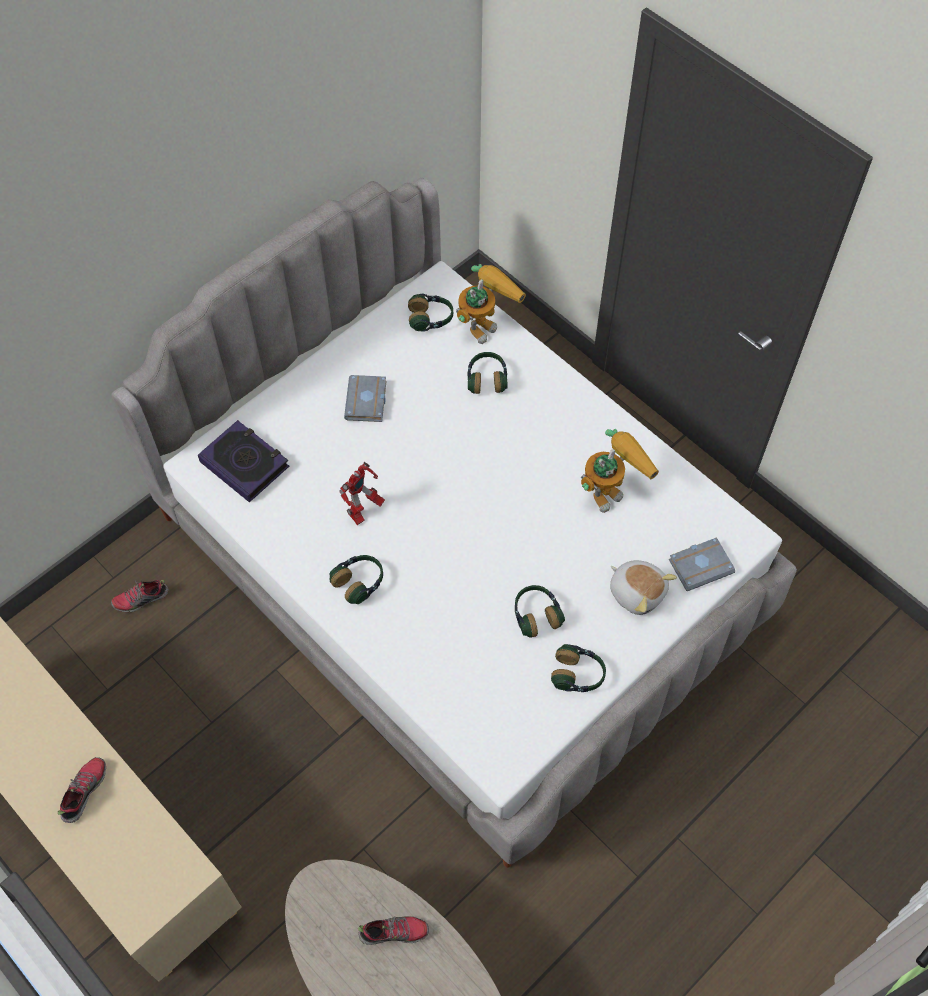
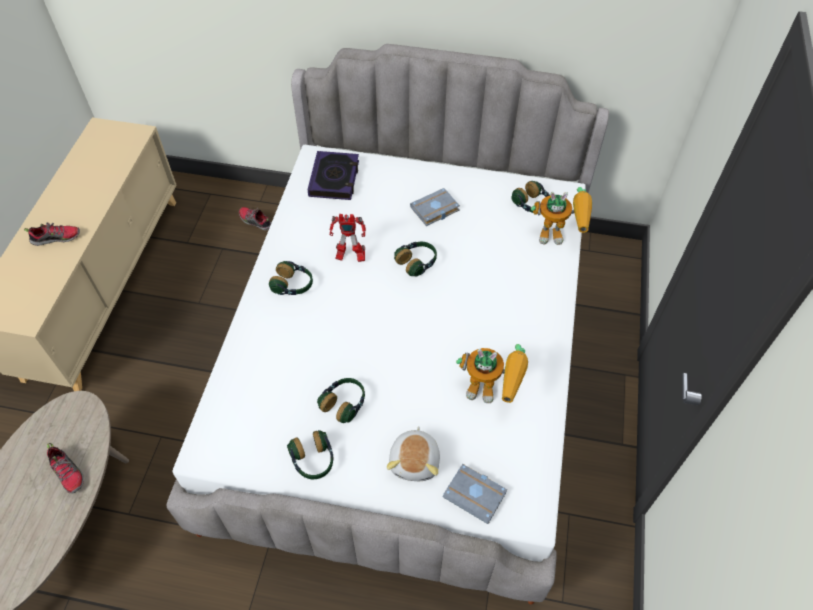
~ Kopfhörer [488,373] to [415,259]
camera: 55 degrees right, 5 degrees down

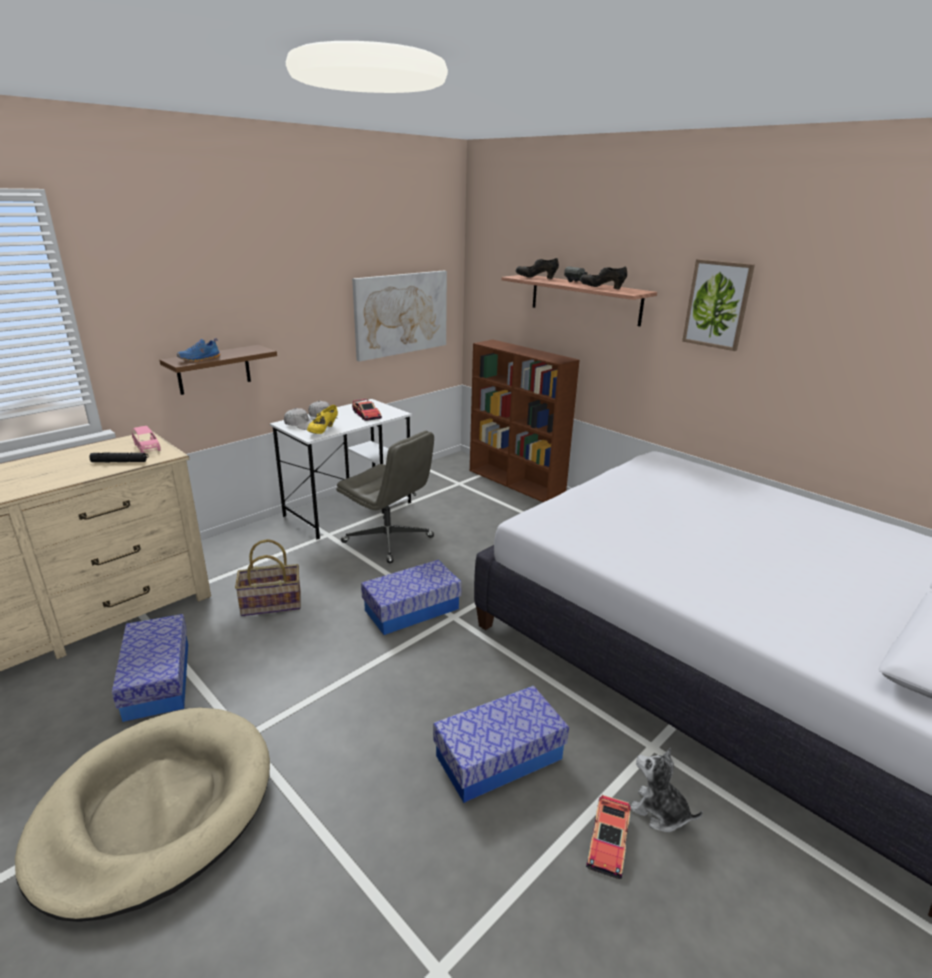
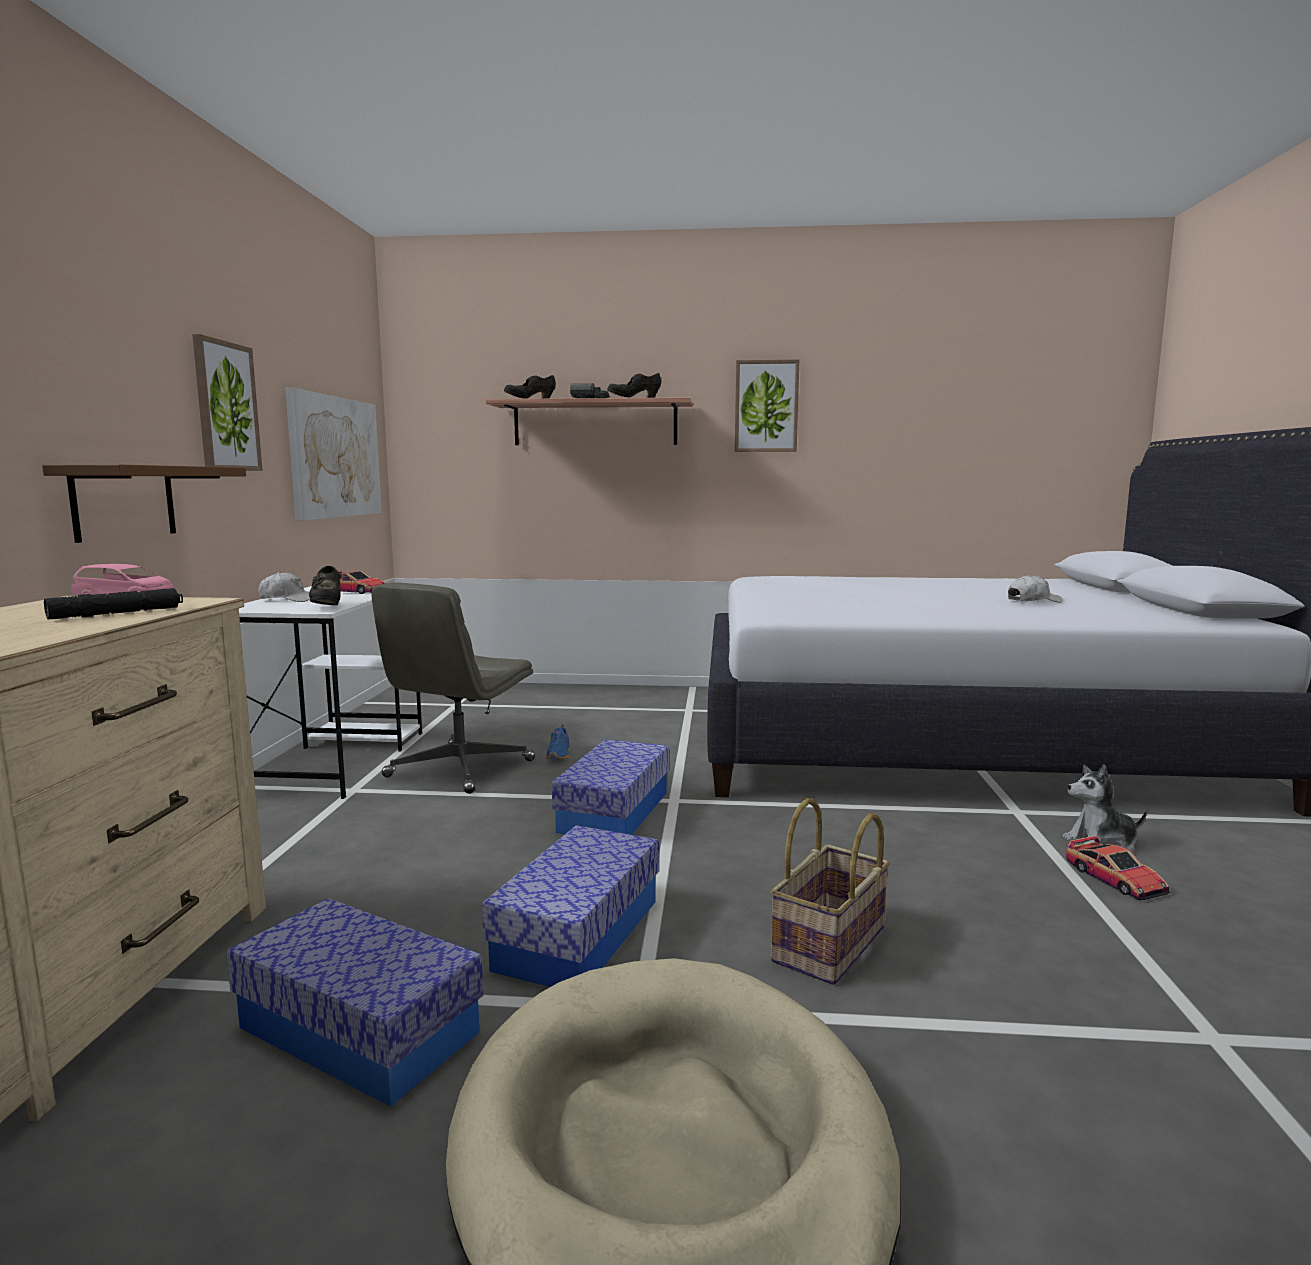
+ Bild [227,402]
~ Schuh/gelb [322,419] to Schuh/schwarz [324,585]
~ Bürostuhl/grau [385,497] = [453,688] 120 degrees clockwise
~ Aufbewahrungsbox [501,744] to [570,906]
~ Schuh/blau [198,350] to [558,741]
~ Korb [268,577] to [830,891]
~ Kappe/weiß [298,419] to [1035,589]
- Bücherregal/braun [525,420]
camera: 40 degrees left, 15 degrees down

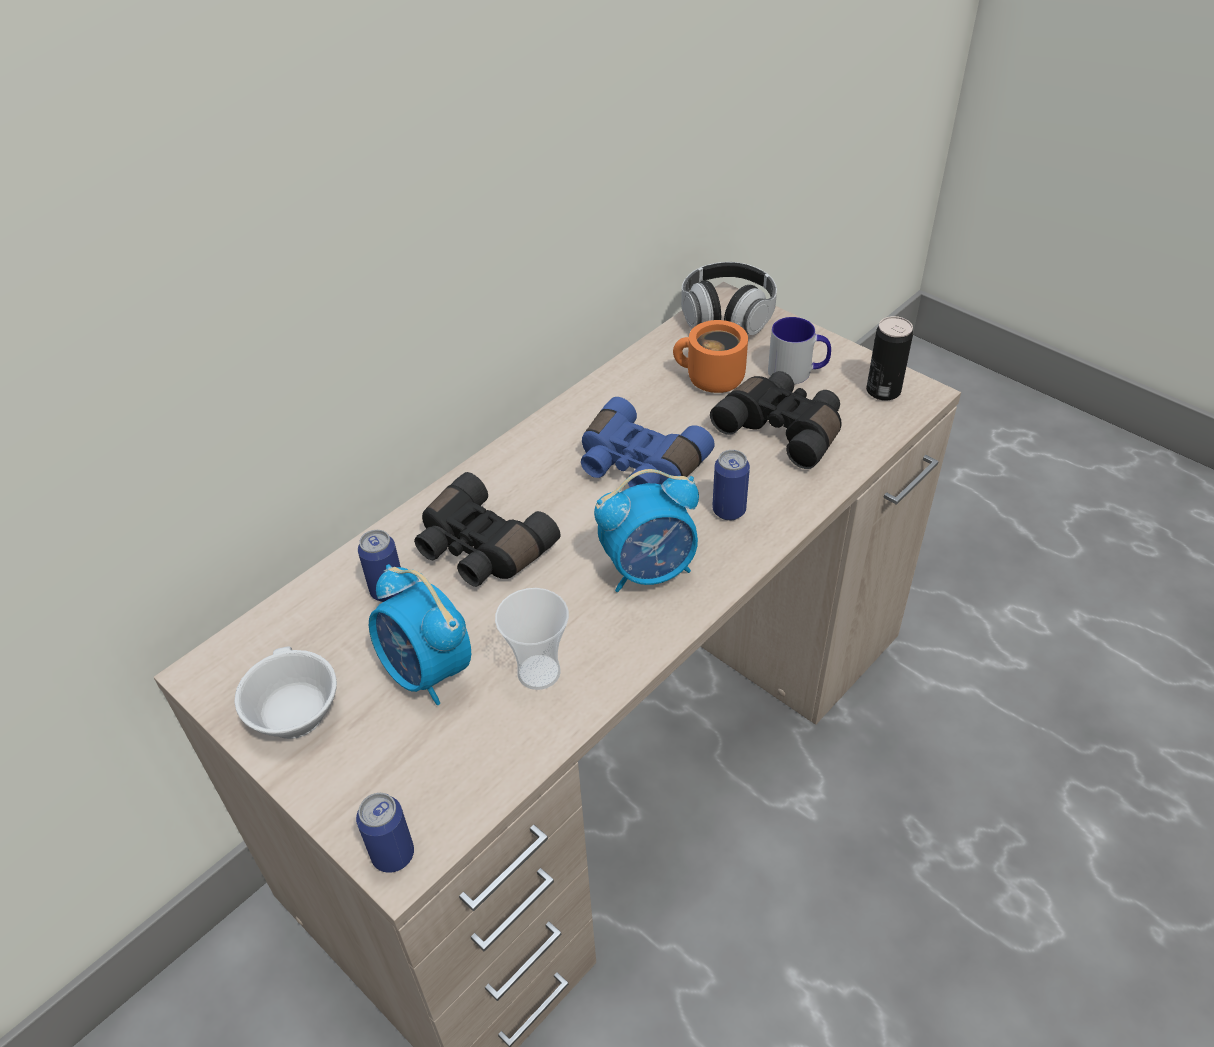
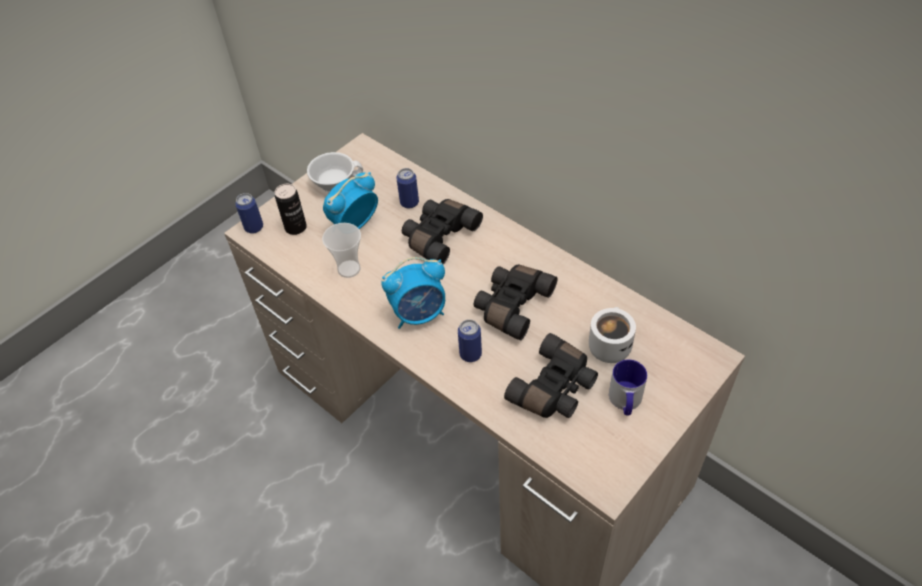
~ Dose [889,358] to [291,209]
~ Wecker [646,530] = [413,293] 90 degrees counterclockwise
~ Fernglas/blau [648,442] to Fernglas/schwarz [515,302]
~ Henkelbecher/orange [710,356] to Henkelbecher/weiß [612,335]
- Kopfhörer [729,298]
camera: 90 degrees right, 5 degrees up

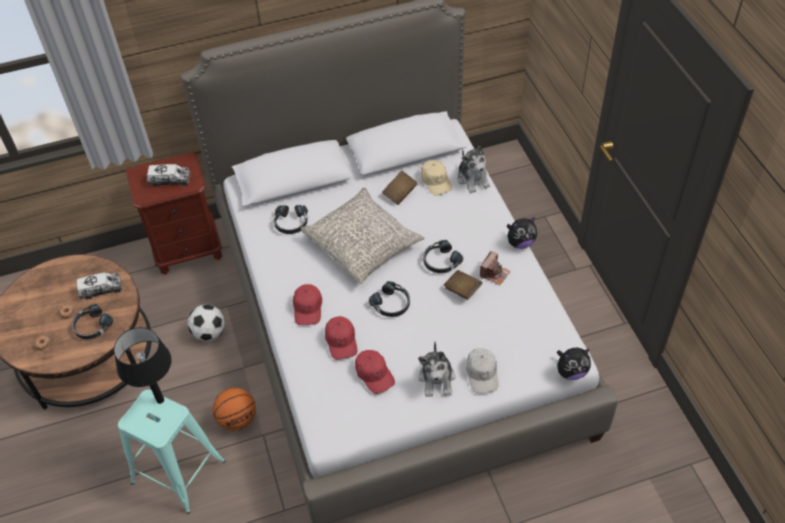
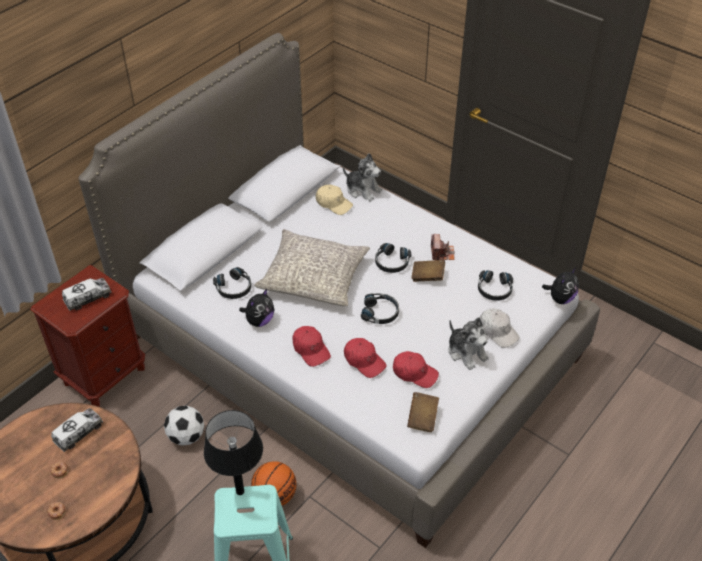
~ Plüschtier [521,233] to [257,308]
~ Buch/braun [399,188] to [423,412]
~ Kopfhörer/schwarz [93,321] to [495,285]
camera: 35 degrees left, 5 degrees down

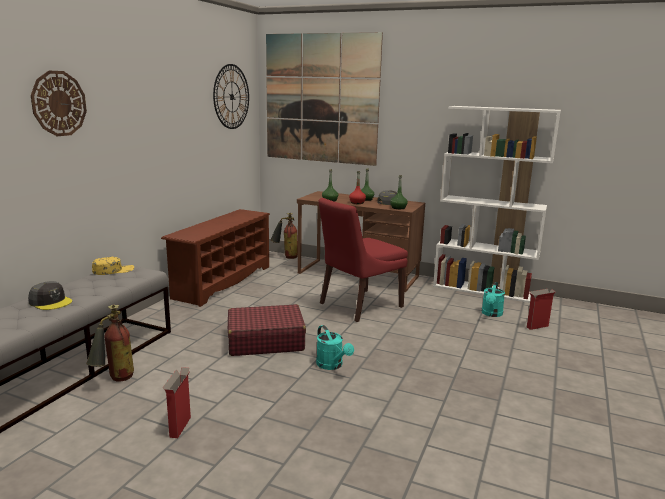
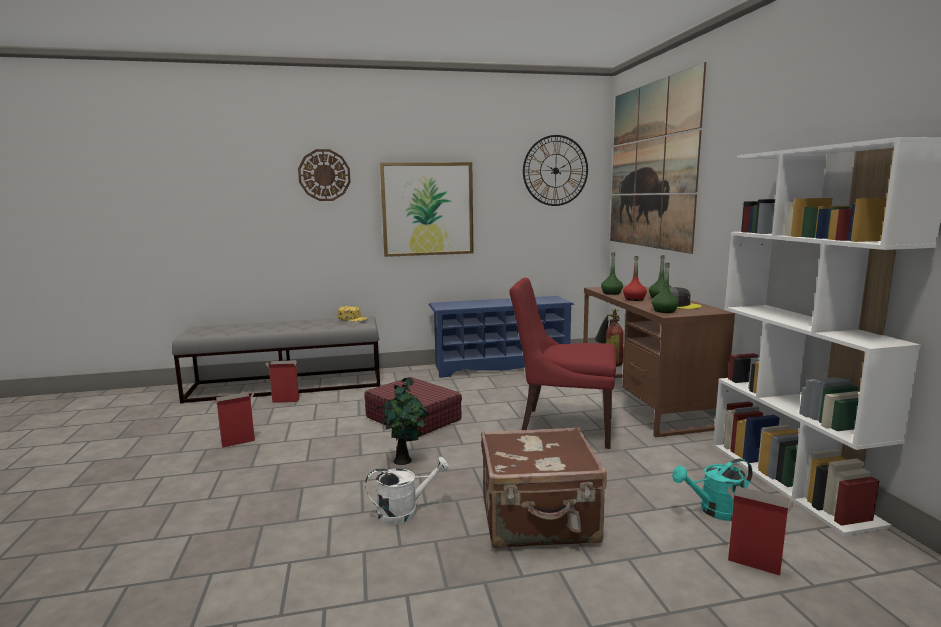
~ Feuerlöscher [110,343] to Karton [282,381]
+ Gießkanne/weiß [407,491]
~ Gießkanne/türkis [335,347] to Topfpflanze [404,421]
+ Bild [427,209]
~ Schuhregal/braun [215,258] to Schuhregal/blau [502,337]
+ Koffer/braun [544,488]
- Kappe/grau [50,295]
camera: 55 degrees right, 5 degrees down

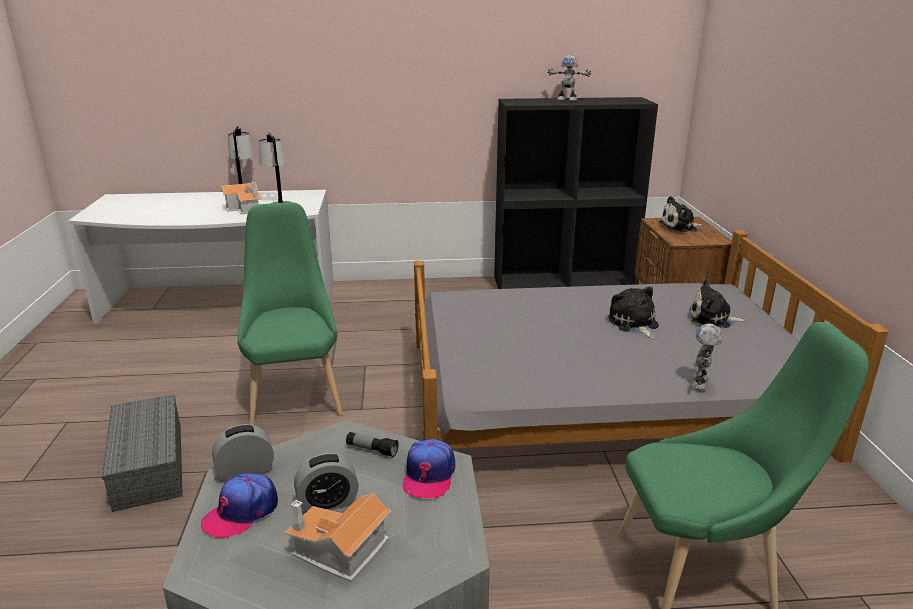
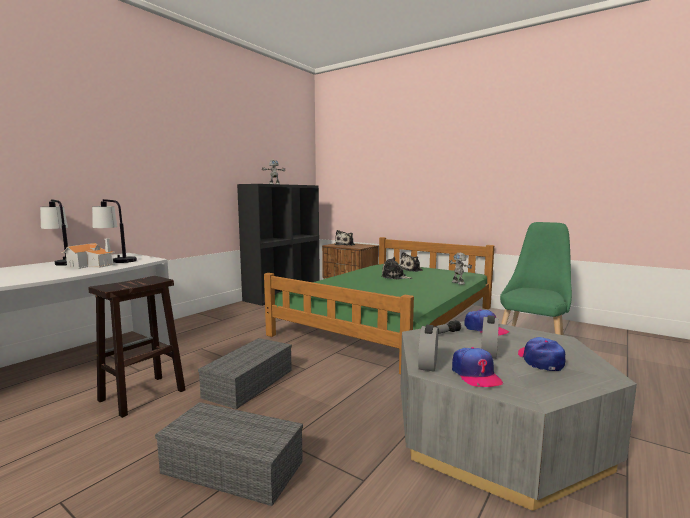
+ Hocker/braun [137,347]
~ Stuhl/grün [290,313] to Aufbewahrungsbox/grau [245,373]
~ Bett/grau [651,346] to Bett/grün [379,306]
~ Spielzeughaus [338,537] to Kappe [541,354]
camera: 50 degrees left, 15 degrees down

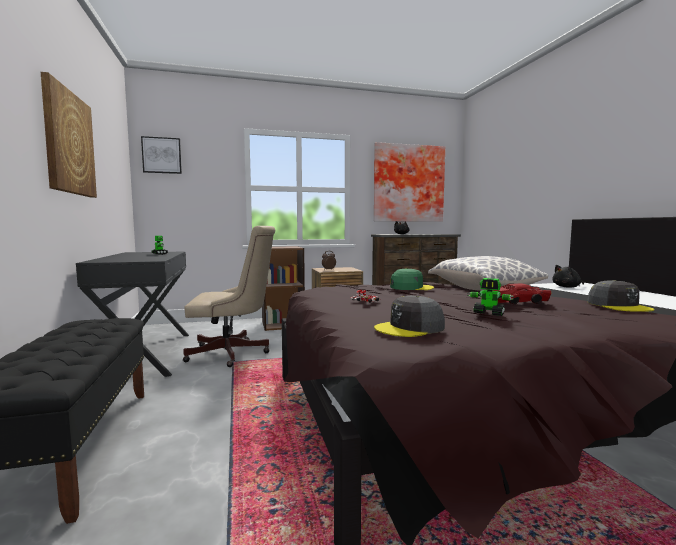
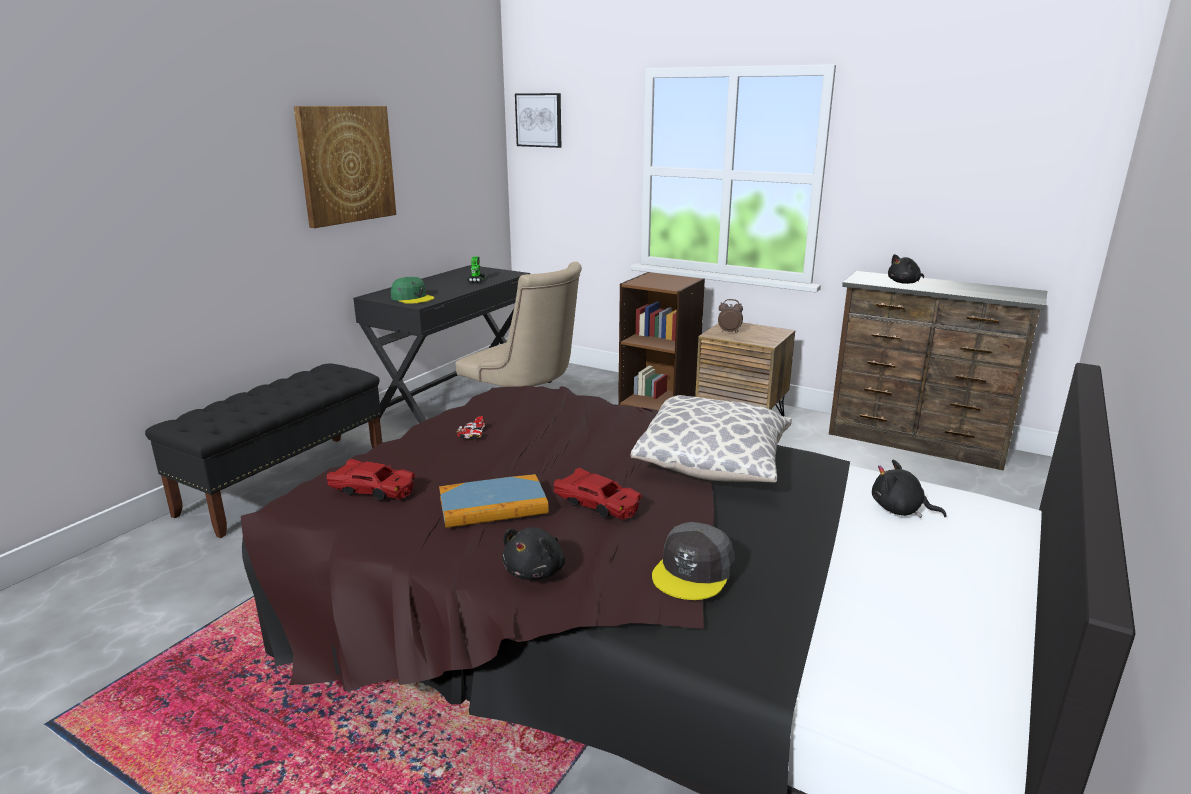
~ Kappe/grau [409,316] to Spielzeugauto/rot [371,479]
~ Kappe/grün [412,279] to [412,290]
~ Spielzeugroboter [490,297] to Buch [494,501]
+ Plüschtier/schwarz [533,553]
- Bild [409,182]
camera: 45 degrees right, 15 degrees up

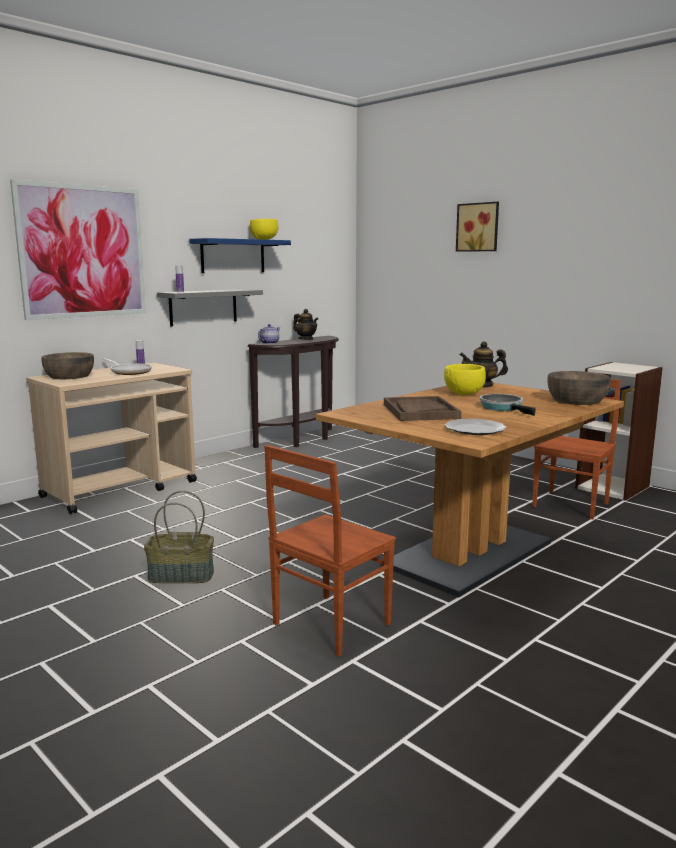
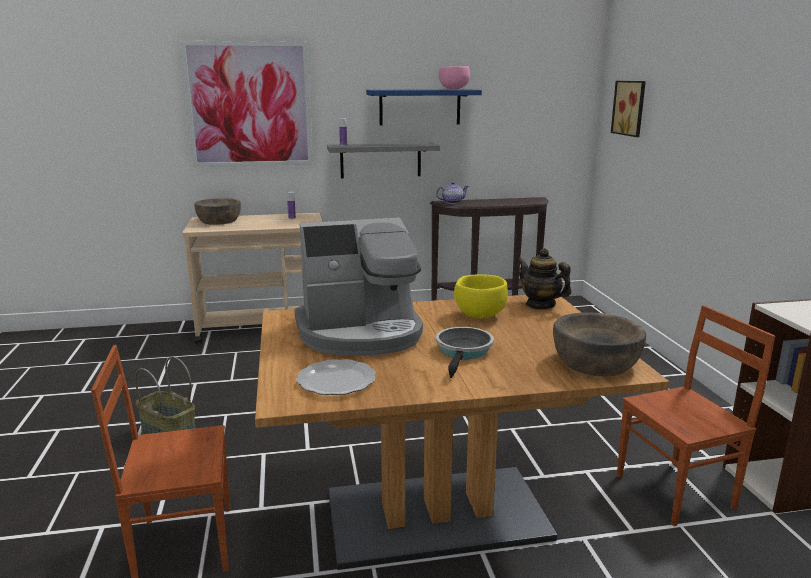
~ Tablett/braun [422,408] to Kaffeemaschine [358,287]
~ Schüssel/gelb [264,229] to Schüssel/rosa [454,77]
~ Bild [477,227] to [628,109]
- Pfanne [127,366]
- Teekanne [305,324]
camera: 35 degrees right, 5 degrees up

